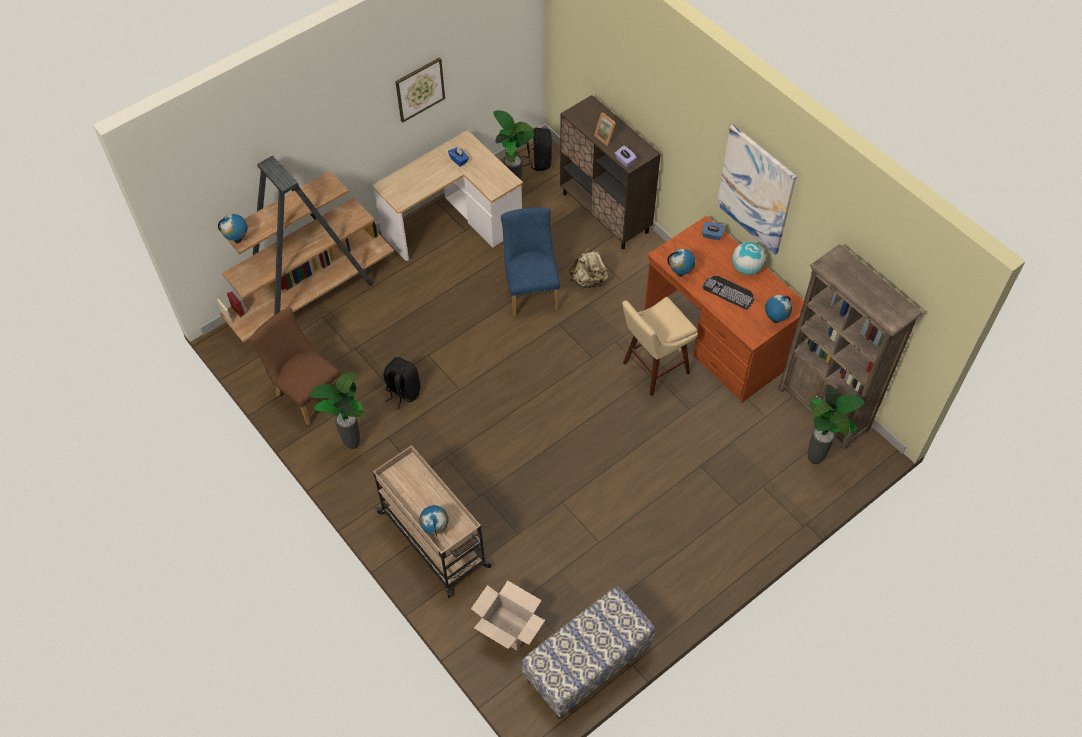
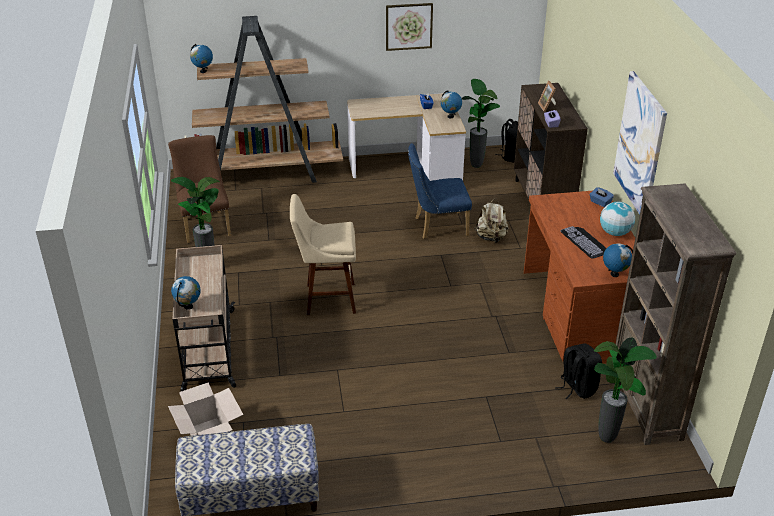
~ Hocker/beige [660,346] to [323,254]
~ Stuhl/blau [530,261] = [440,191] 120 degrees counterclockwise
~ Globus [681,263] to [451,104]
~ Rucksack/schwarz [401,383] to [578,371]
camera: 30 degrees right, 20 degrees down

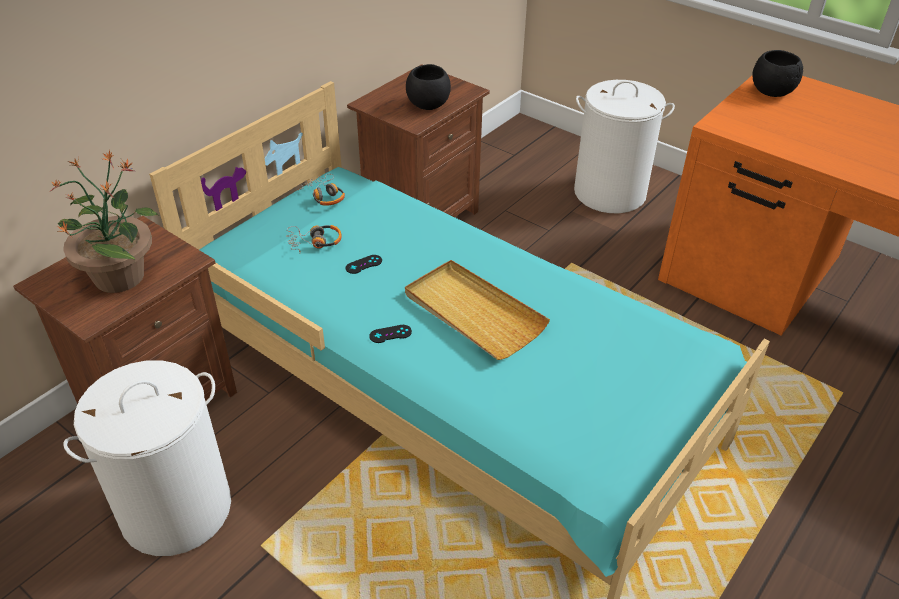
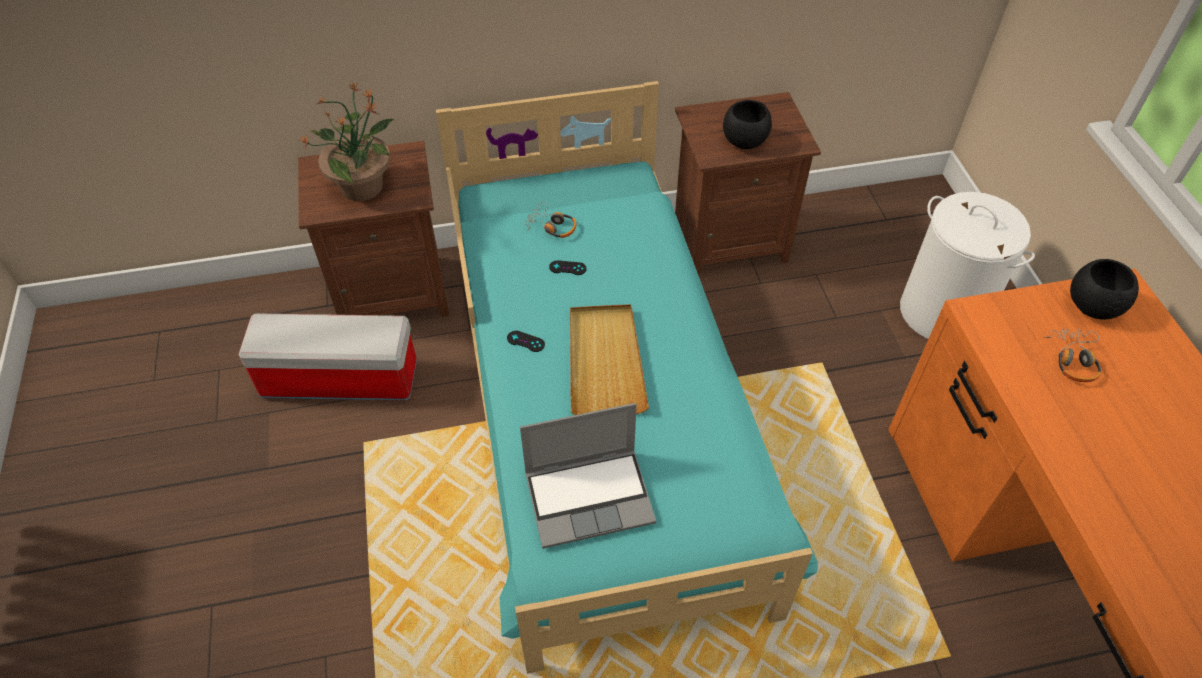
~ Wäschekorb/weiß [147,458] to Aufbewahrungsbox [327,357]
+ Laptop [588,476]
~ Kopfhörer [321,190] to [1073,355]
camera: 40 degrees right, 10 degrees up

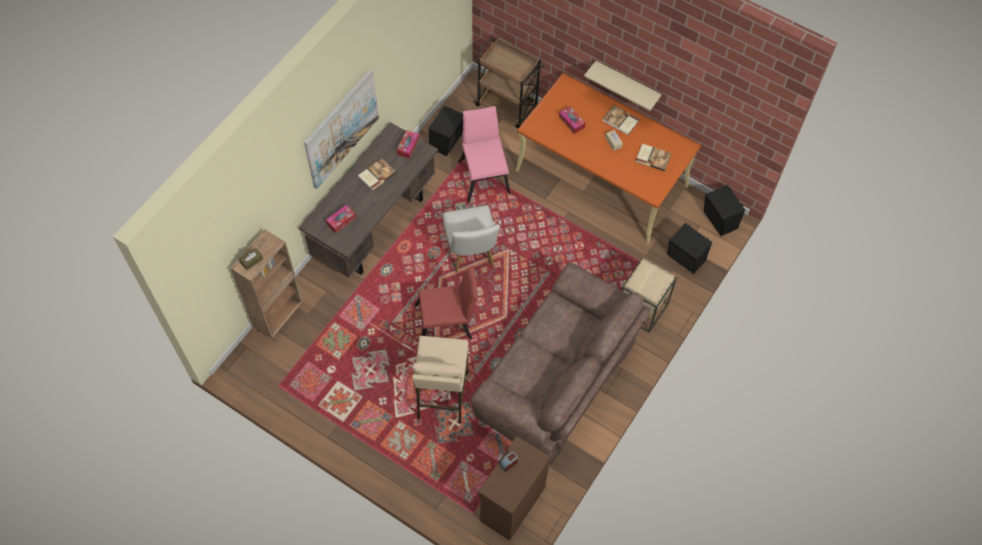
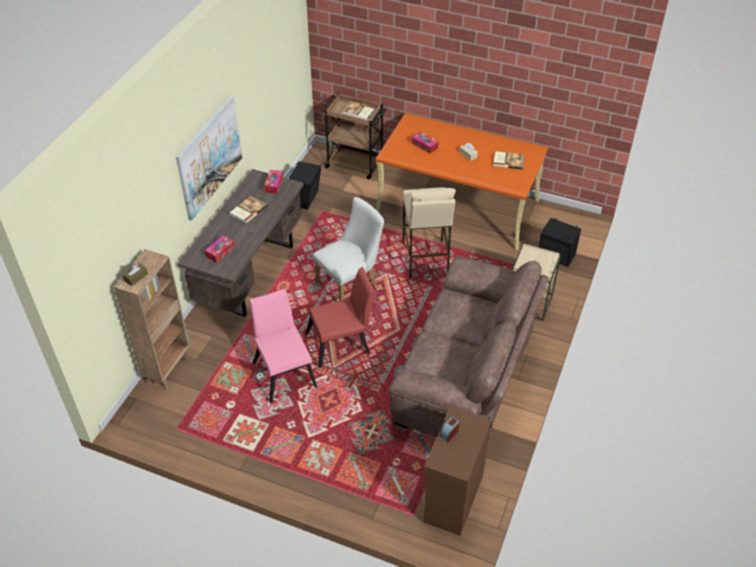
~ Stuhl/rosa [484,154] to [283,346]
~ Stuhl/weiß [471,238] = [348,249] 105 degrees counterclockwise
~ Buch [621,120] to [358,110]
~ Hocker/beige [440,380] to [429,232]
- Wandregal/beige [623,86]
- Lautsprecher/schwarz [724,210]
camera: 10 degrees left, 15 degrees down

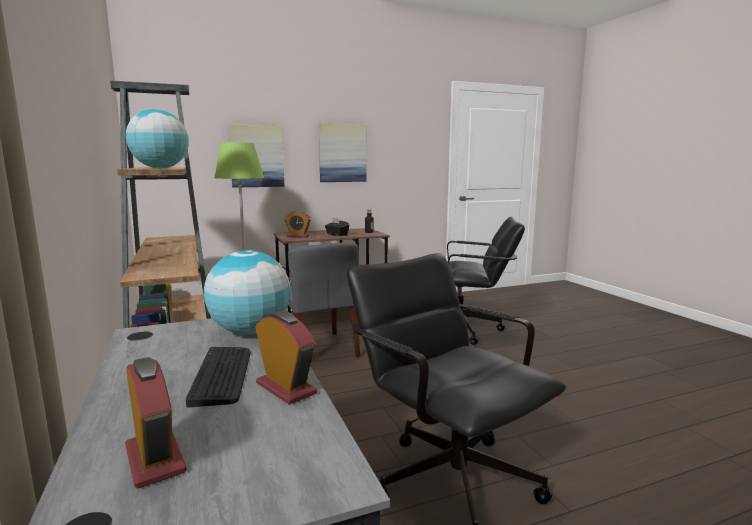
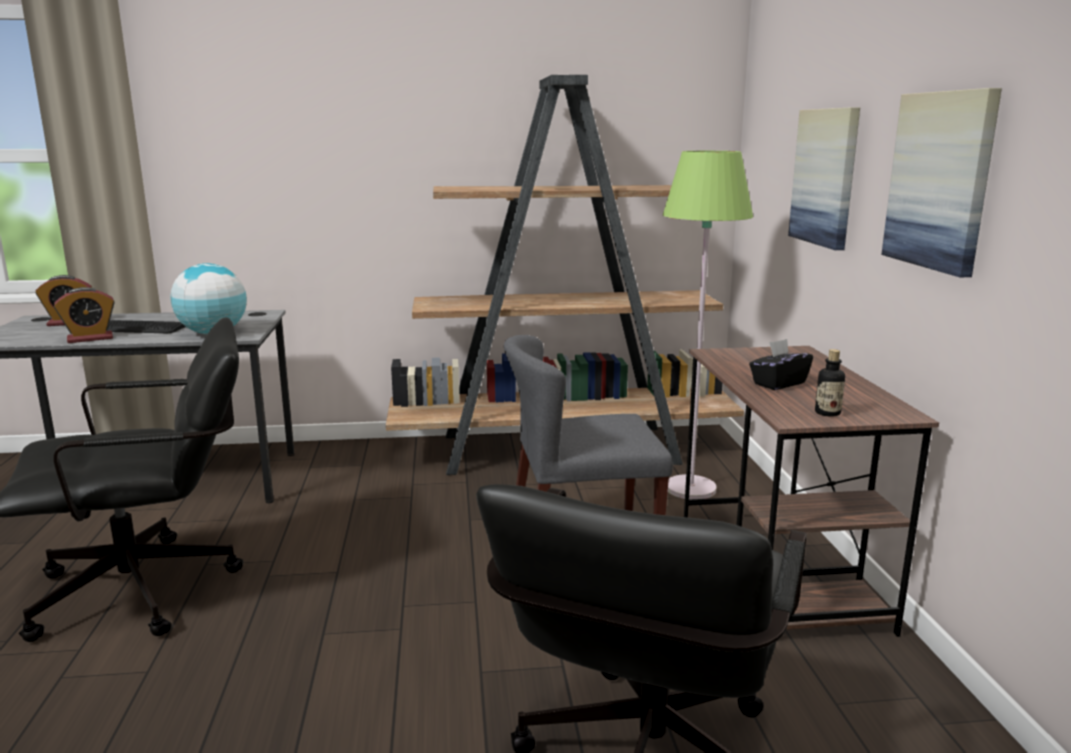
- Globus [157,138]
- Wecker [297,224]
camera: 105 degrees right, 5 degrees up

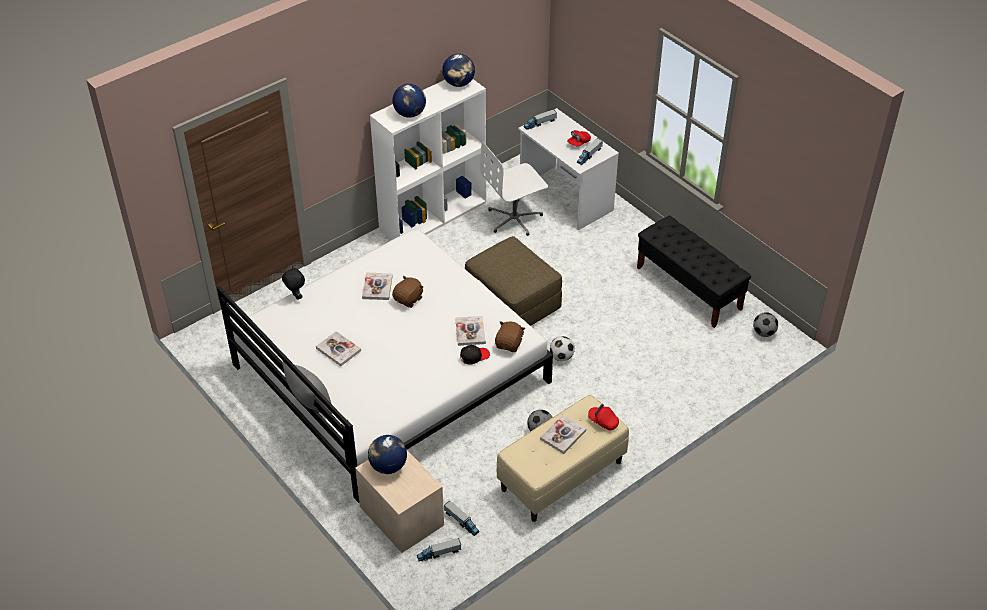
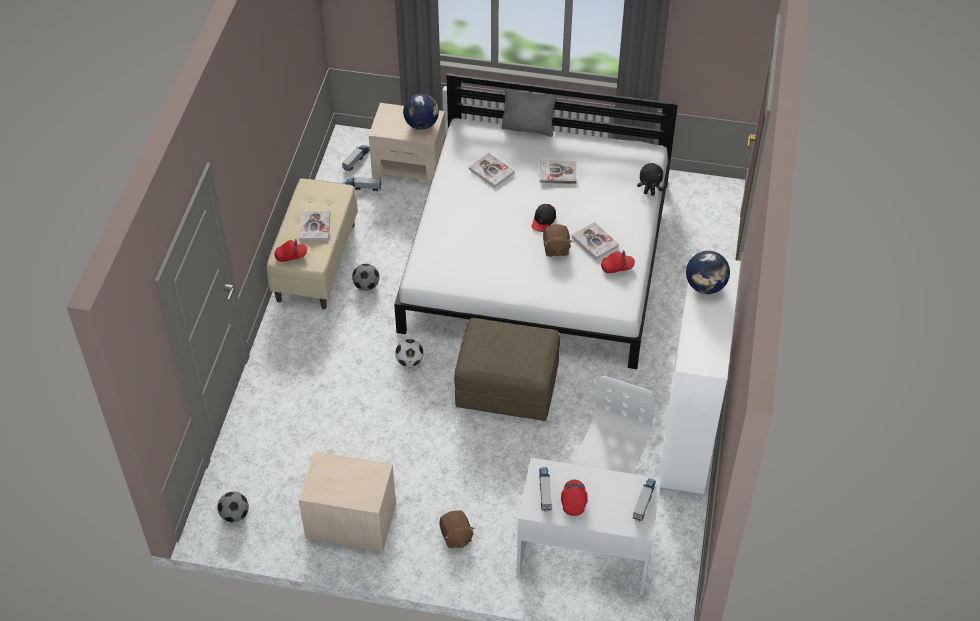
~ Bank/schwarz [694,271] to Nachttisch/beige [347,501]
~ Plüschtier/braun [510,336] to [457,529]
~ Buch [470,331] to [492,170]
~ Kappe/schwarz [475,355] to [543,218]
+ Kappe/rot [618,261]
- Globus [458,70]
camera: 140 degrees right, 5 degrees up

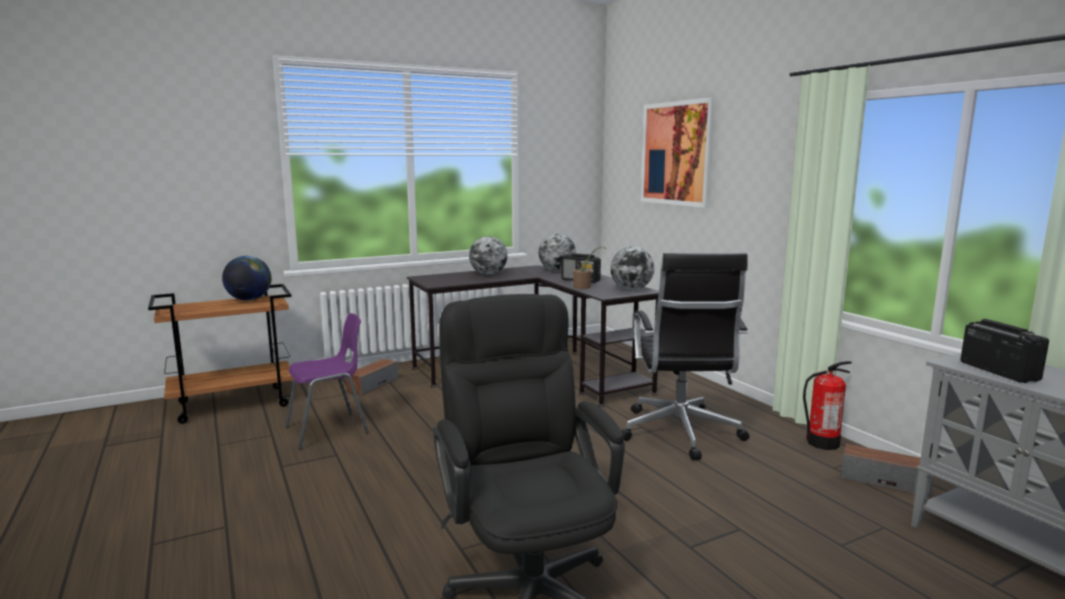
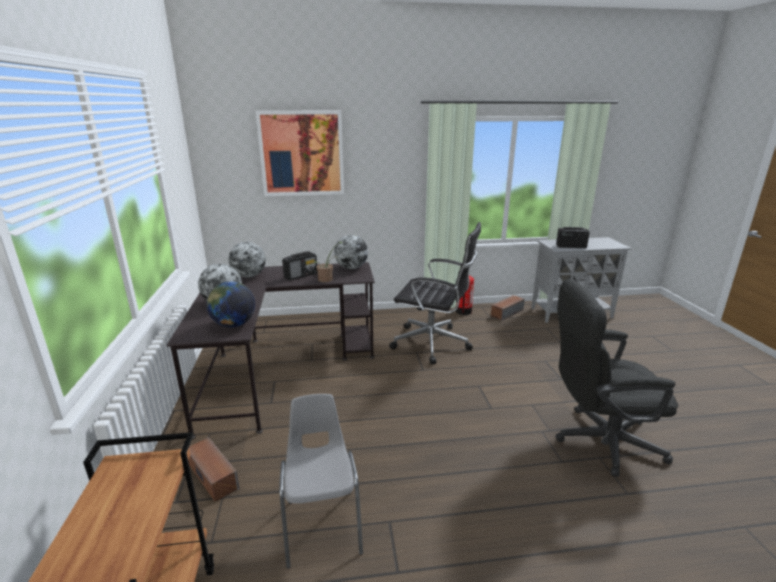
~ Globus [246,278] to [231,304]
~ Stuhl/lila [327,381] to Stuhl/grau [321,481]
camera: 70 degrees left, 10 degrees up

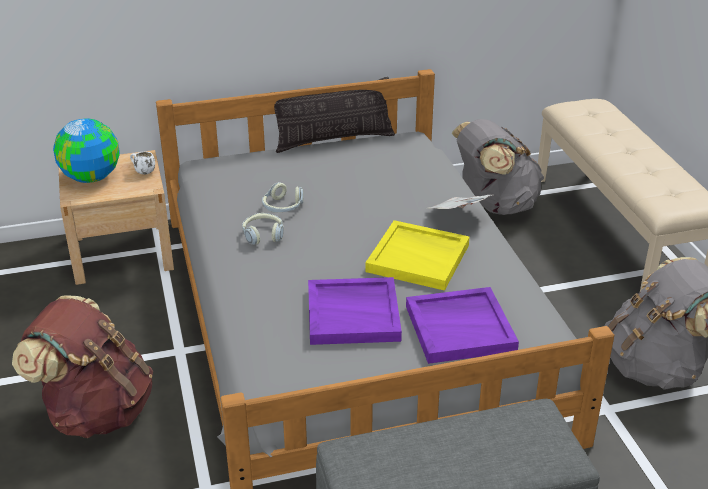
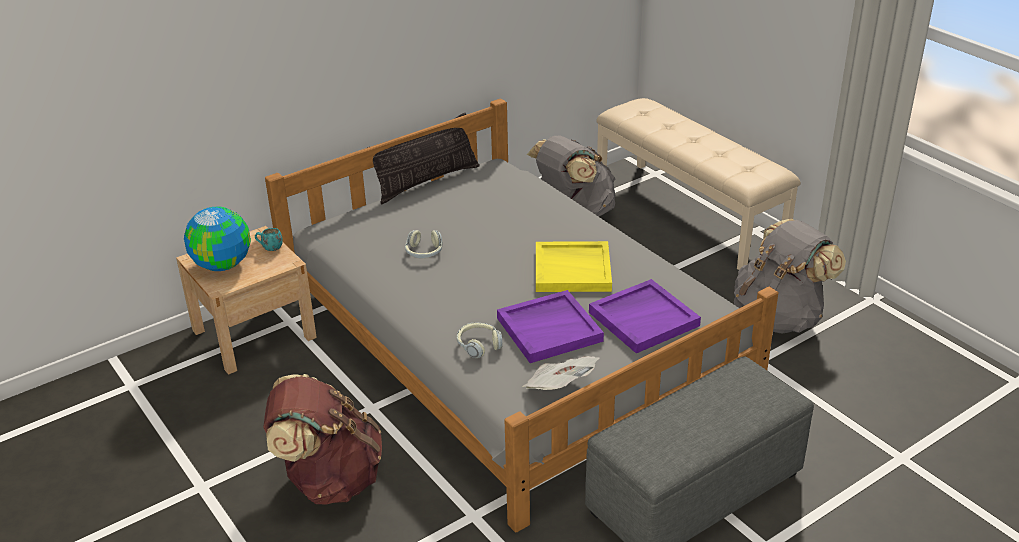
~ Henkelbecher/weiß [142,163] to Henkelbecher/türkis [269,239]
~ Kopfhörer [263,229] to [480,340]
~ Zeitung [460,202] to [561,373]
camera: 20 degrees left, 0 degrees up

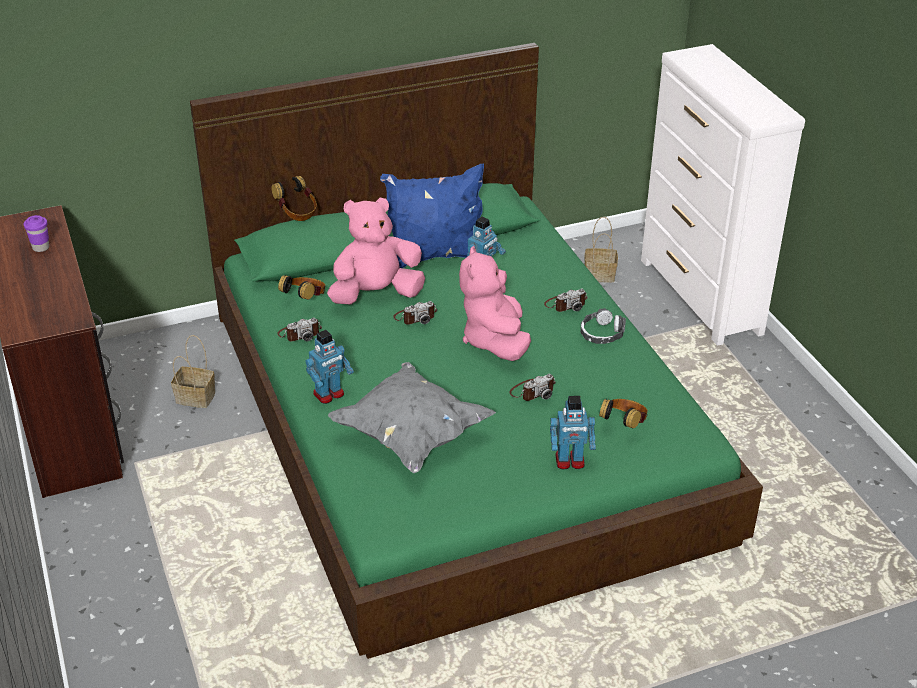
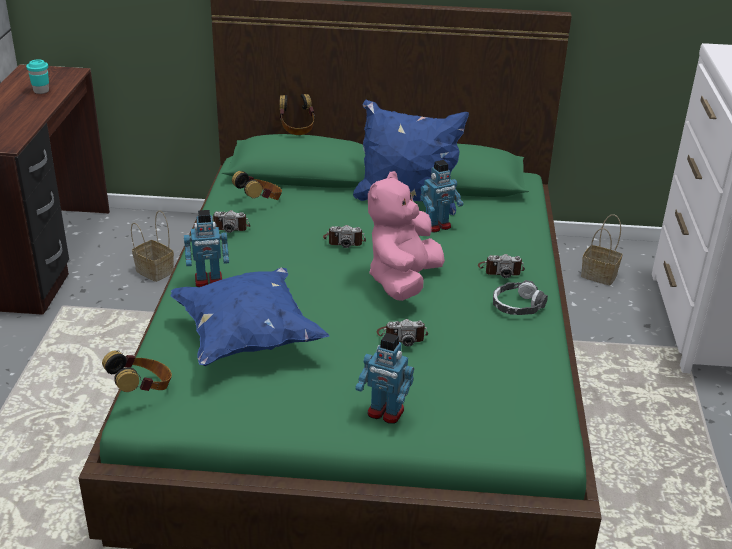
~ Tasse/lila [36,233] to Tasse/türkis [37,76]
~ Kopfhörer [623,413] to [137,371]
~ Kissen/grau [412,417] to Kissen/blau [250,316]
- Plüschtier/rosa [376,250]
camera: 25 degrees right, 5 degrees down

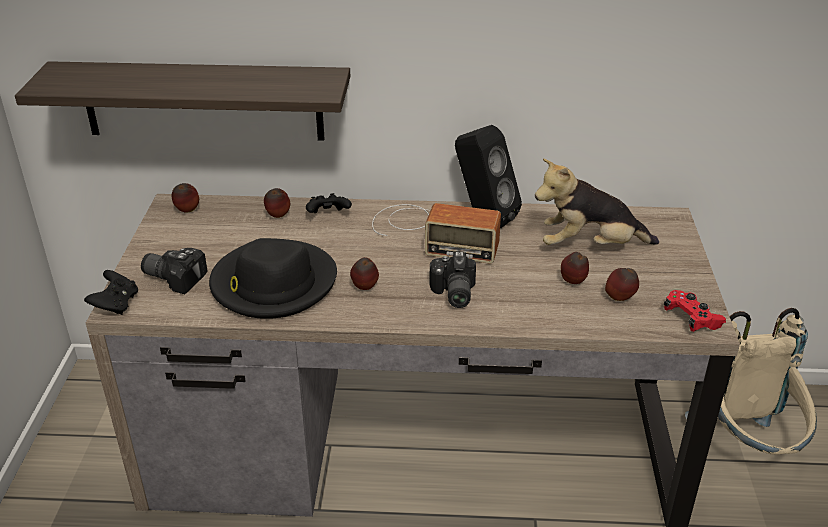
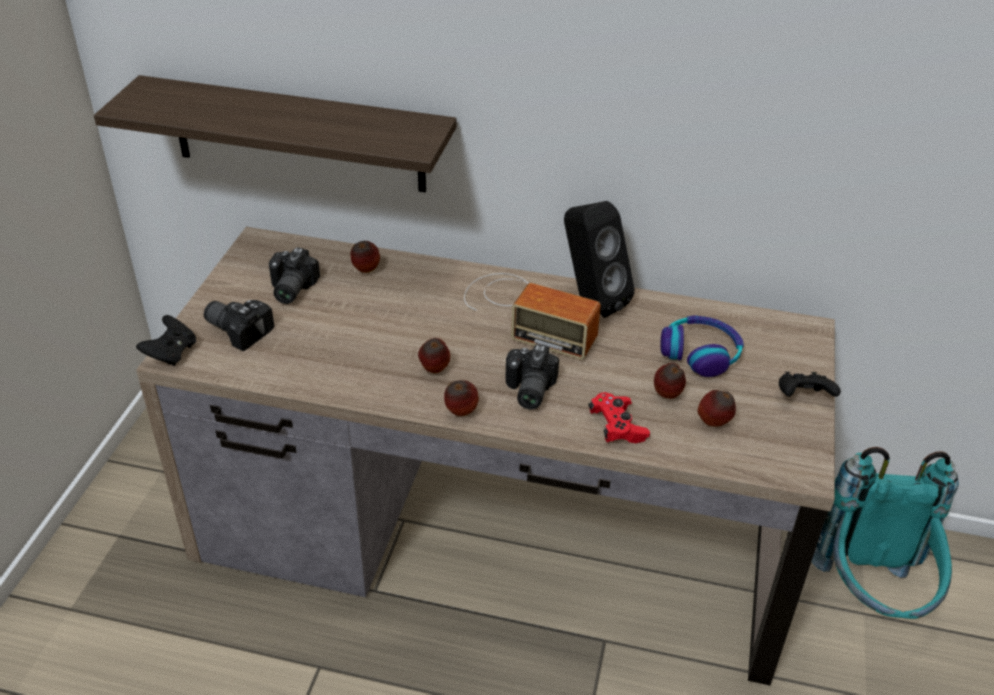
+ Kamera [294,275]
~ Apfel [185,198] to [461,398]
~ Gamepad/rot [695,311] to [619,417]
~ Plüschtier [597,201] to Kopfhörer [702,346]
~ Gamepad/schwarz [329,203] to [810,384]
~ Rucksack/beige [751,381] to Rucksack/türkis [885,533]
- Hut/schwarz [273,278]
camera: 10 degrees right, 5 degrees up

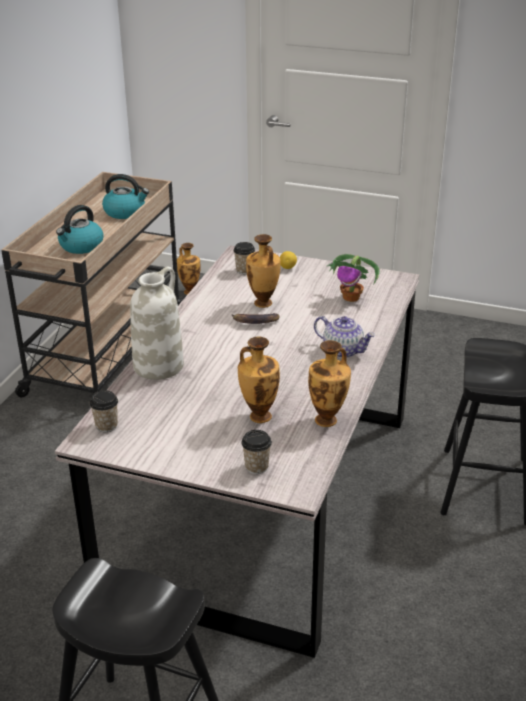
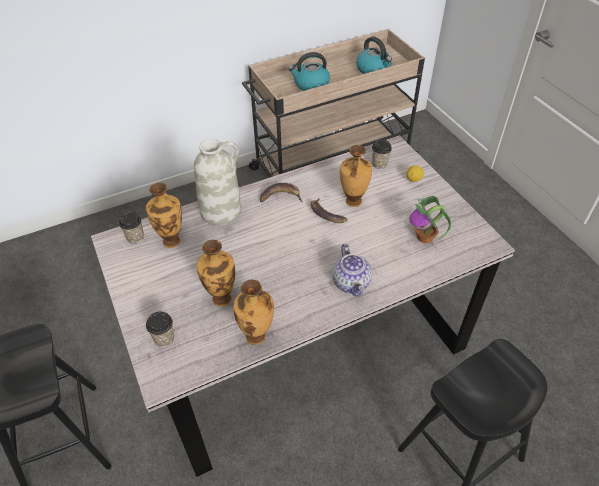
~ Vase [189,269] to [164,215]
+ Banane [281,192]
camera: 45 degrees right, 15 degrees up

